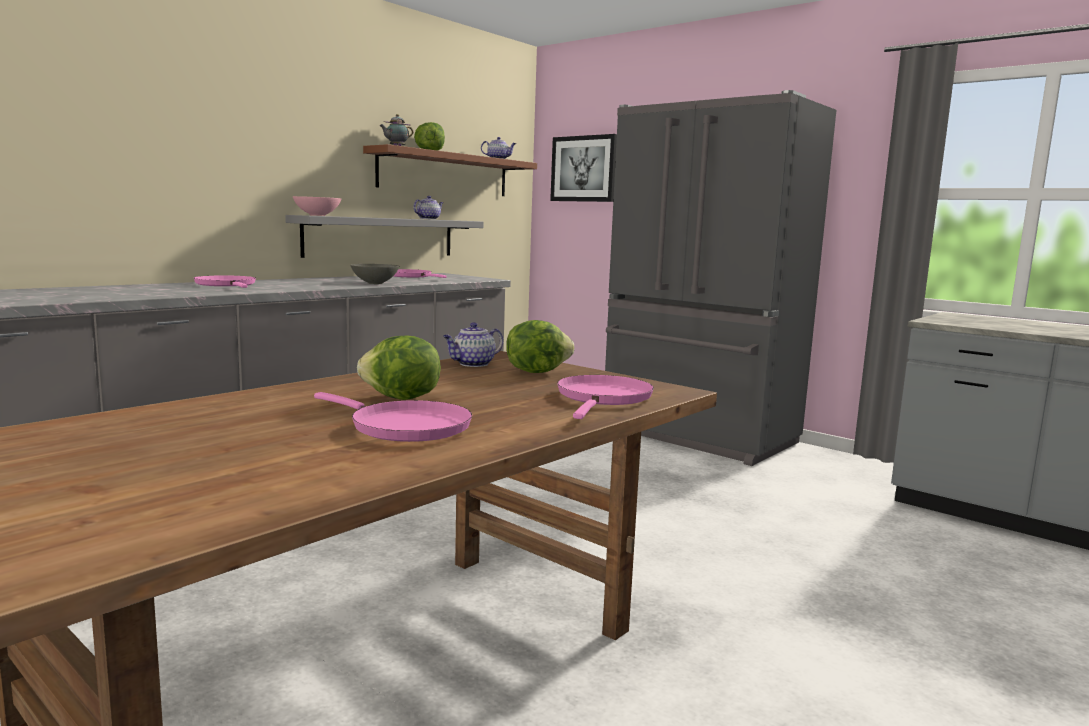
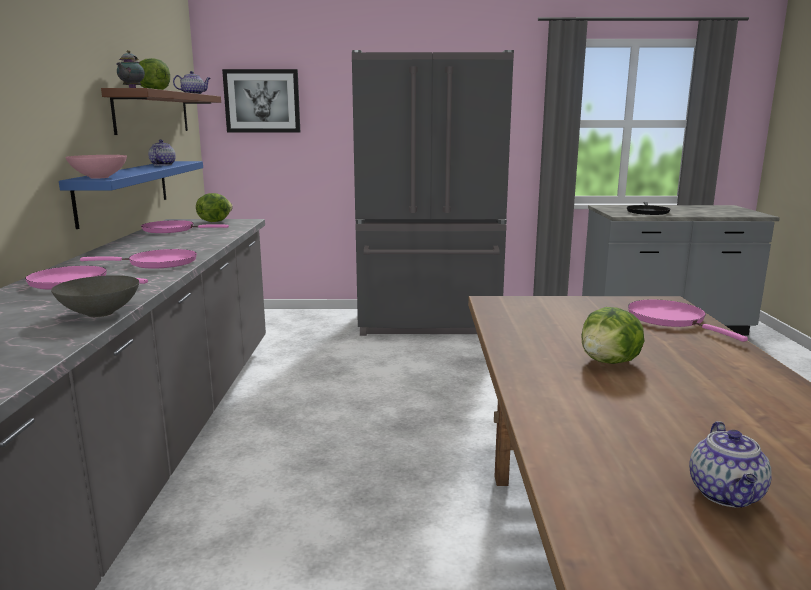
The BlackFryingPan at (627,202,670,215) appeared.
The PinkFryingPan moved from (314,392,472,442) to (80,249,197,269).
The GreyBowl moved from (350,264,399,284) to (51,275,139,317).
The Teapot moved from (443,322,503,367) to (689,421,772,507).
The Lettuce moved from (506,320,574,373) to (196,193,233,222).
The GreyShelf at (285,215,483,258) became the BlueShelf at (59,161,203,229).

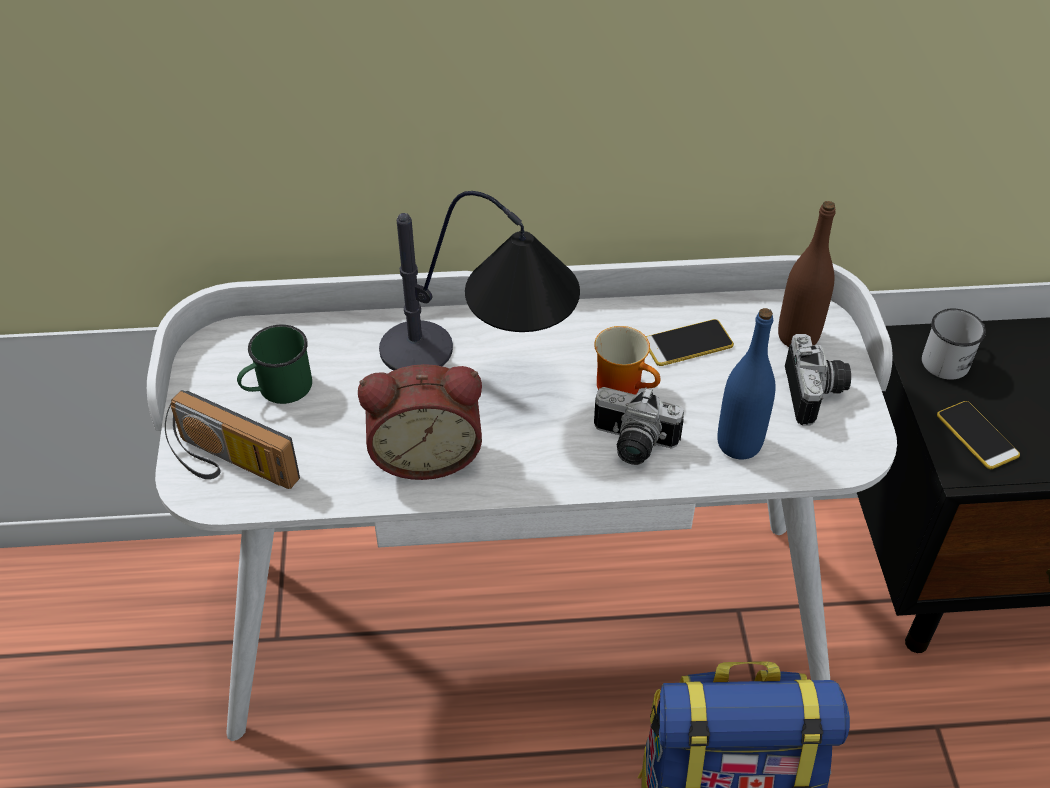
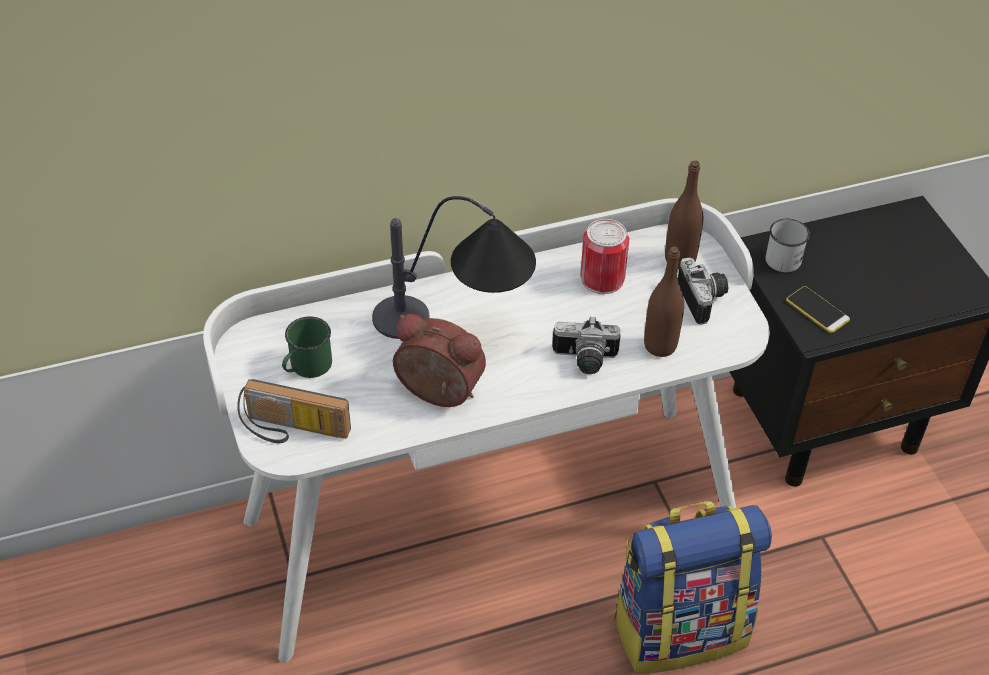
The Mug at (594,326,661,395) disappeared.
The Phone at (646,319,734,366) was replaced by the Can at (580,219,629,294).
The BlueBottle at (717,308,776,459) became the BrownBottle at (644,246,684,357).
The AlarmClock at (358,364,482,480) turned 135 degrees counterclockwise.

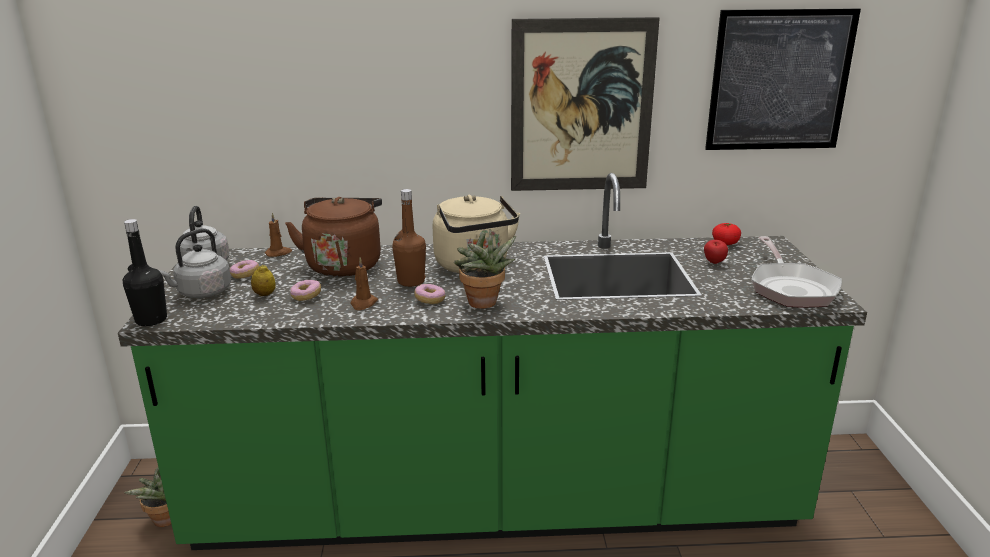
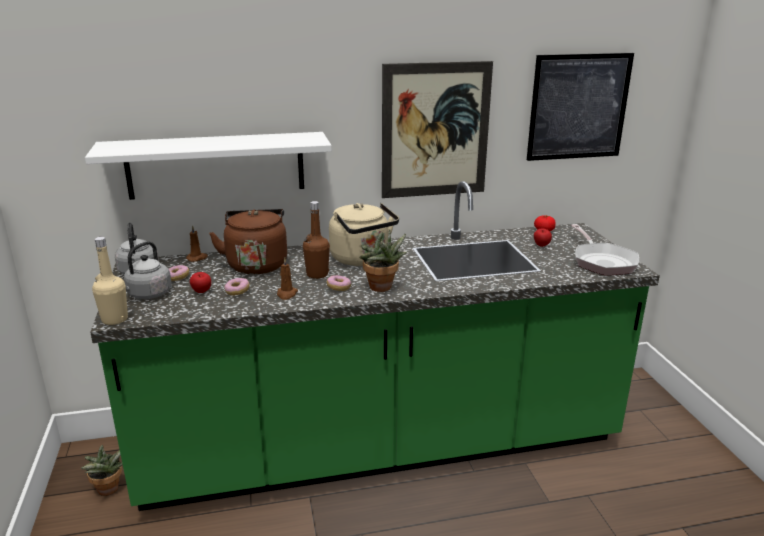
The WhiteShelf at (85,132,332,200) appeared.
The Lemon at (251,265,276,296) was replaced by the Apple at (190,272,211,293).
The BlackBottle at (123,219,167,326) became the BeigeBottle at (92,237,128,325).

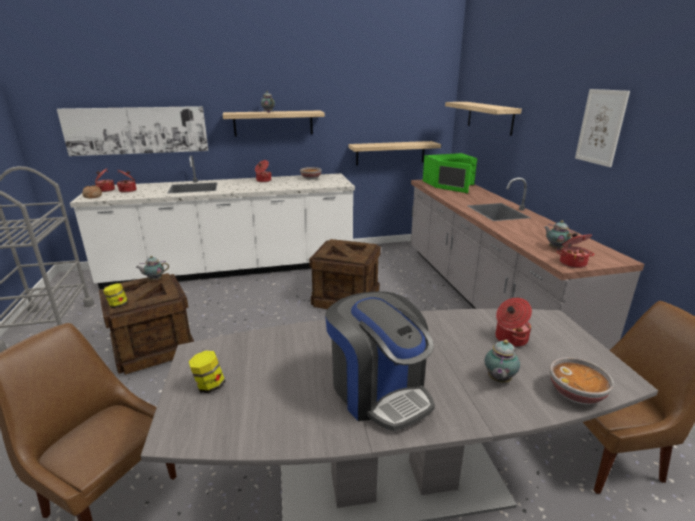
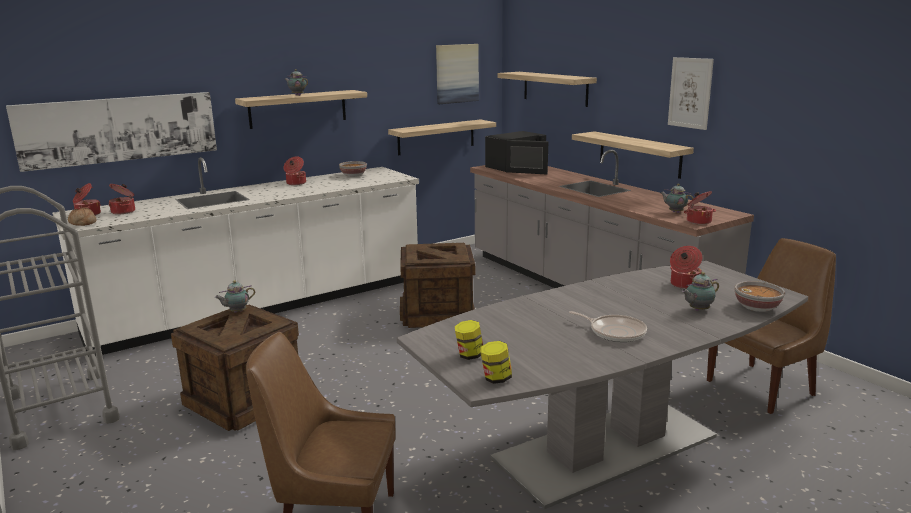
The Picture at (436,44,479,104) appeared.
The Shelf at (572,131,694,179) appeared.
The Jar moved from (103,283,128,308) to (480,341,512,384).
The CoffeeMachine at (325,291,435,431) was replaced by the FryingPan at (569,311,647,342).
The GreenMicrowave at (423,153,477,193) became the BlackMicrowave at (485,131,548,175).
The Teapot at (485,339,520,383) turned 60 degrees clockwise.

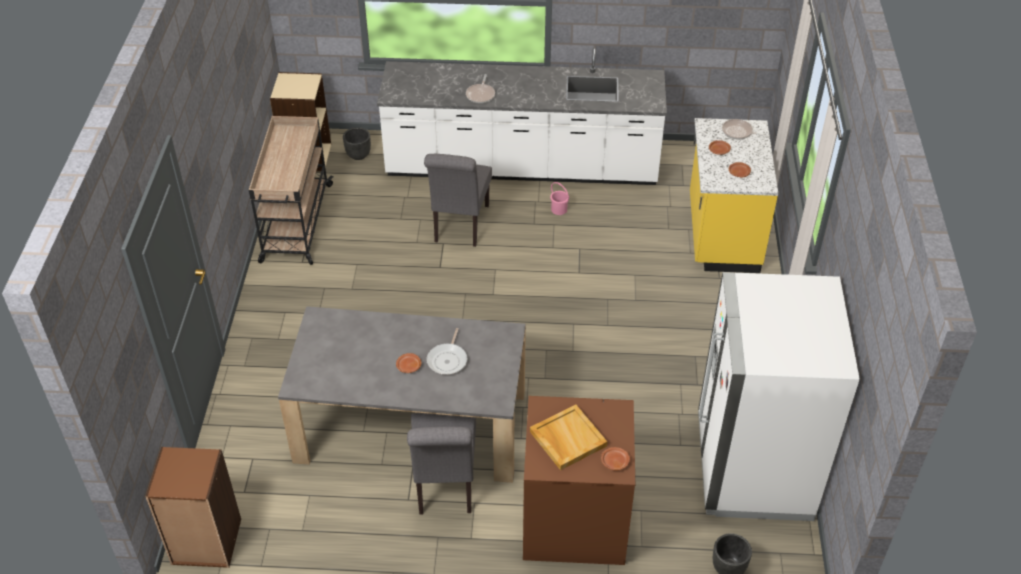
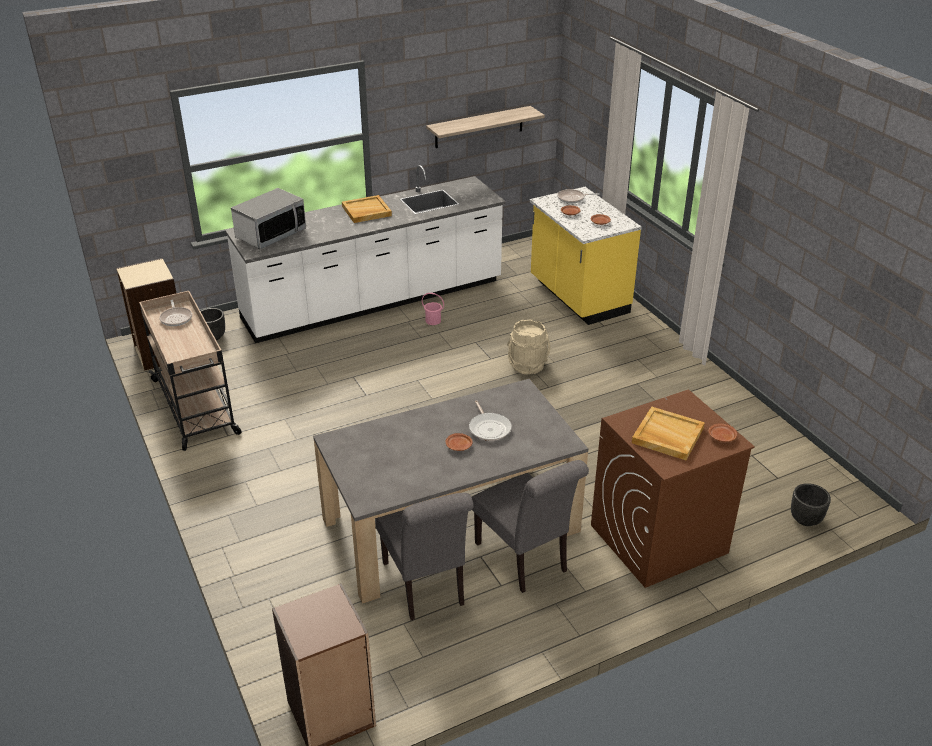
The WhiteFridge at (698,272,860,521) disappeared.
The Microwave at (231,188,306,249) appeared.
The BeigeTray at (342,195,392,223) appeared.
The Shelf at (426,106,545,148) appeared.
The BeigeBucket at (507,319,550,375) appeared.
The GreyChair moved from (424,154,492,247) to (375,493,474,620).
The FryingPan moved from (466,74,495,103) to (160,300,192,326).

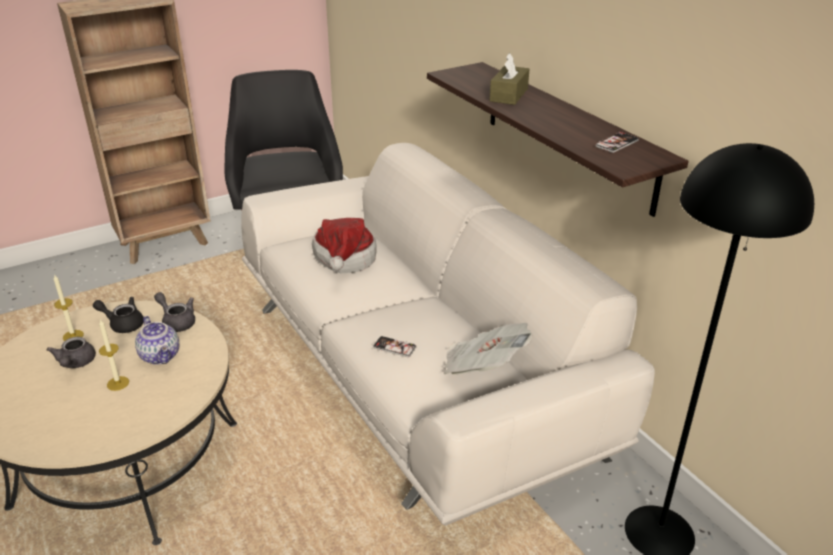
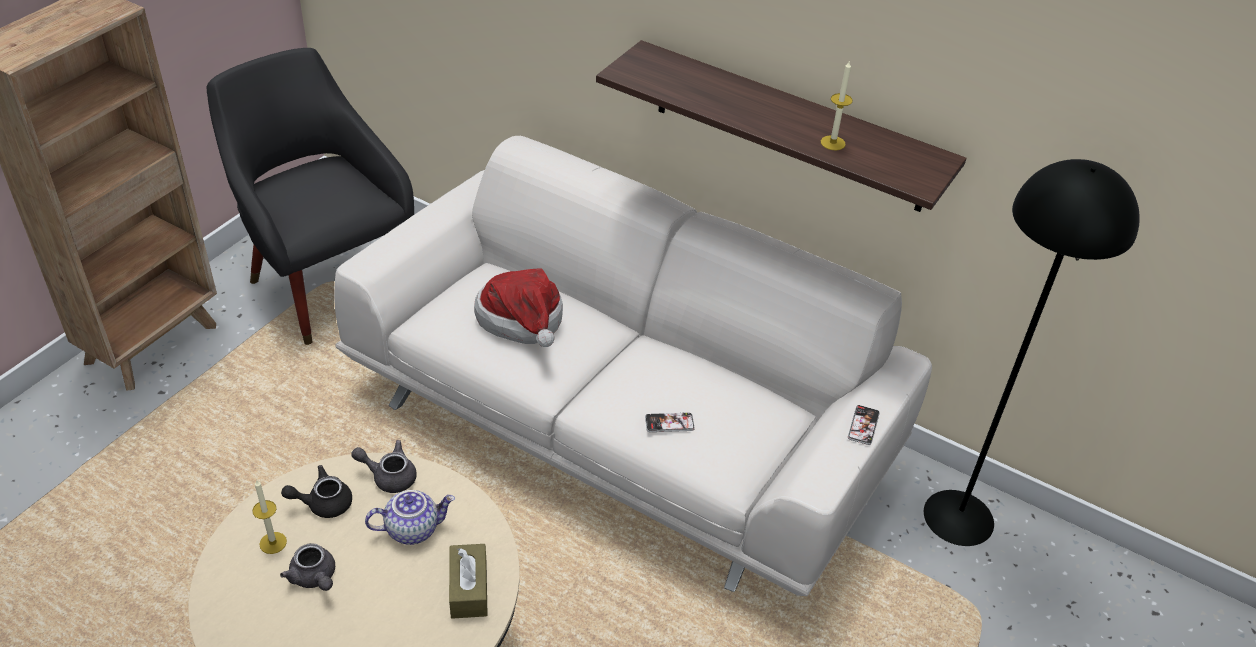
The Newspaper at (443,323,533,375) disappeared.
The Candle moved from (99,319,129,391) to (821,60,853,150).
The BrownTissueBox moved from (490,53,529,105) to (449,544,488,619).
The Phone moved from (595,132,639,153) to (848,405,880,445).
The Teapot at (135,316,179,365) turned 45 degrees counterclockwise.

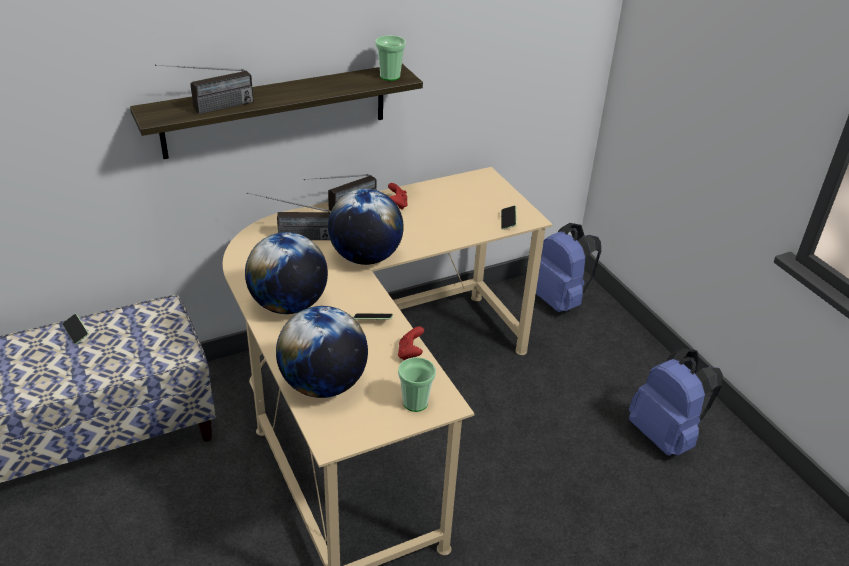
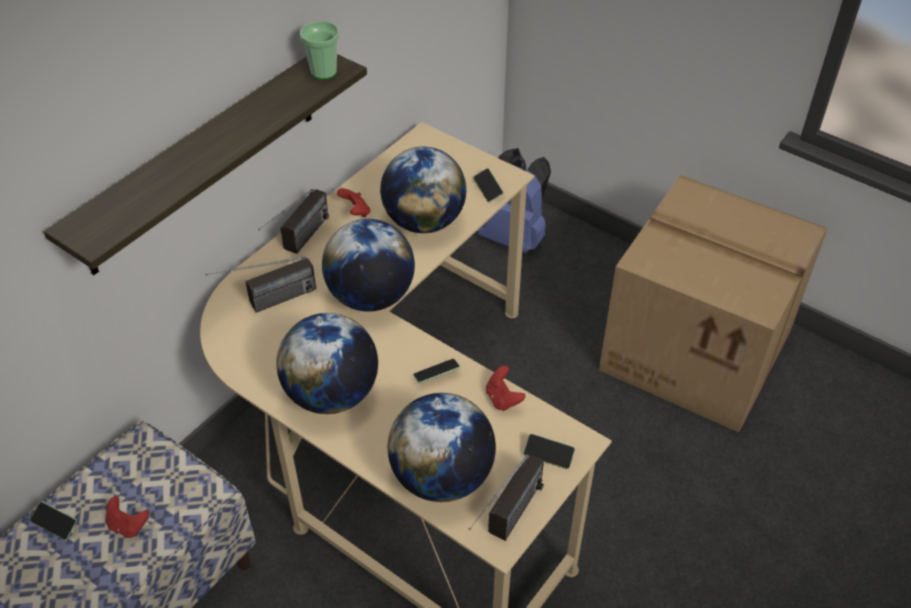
The RedGameController at (106,496,149,538) appeared.
The Globe at (380,147,466,233) appeared.
The Radio moved from (155,64,254,114) to (469,454,544,541).
The Cup at (398,357,436,412) was replaced by the Phone at (523,433,575,469).
The BlueBackpack at (629,348,723,456) was replaced by the CardboardBox at (599,175,828,432).

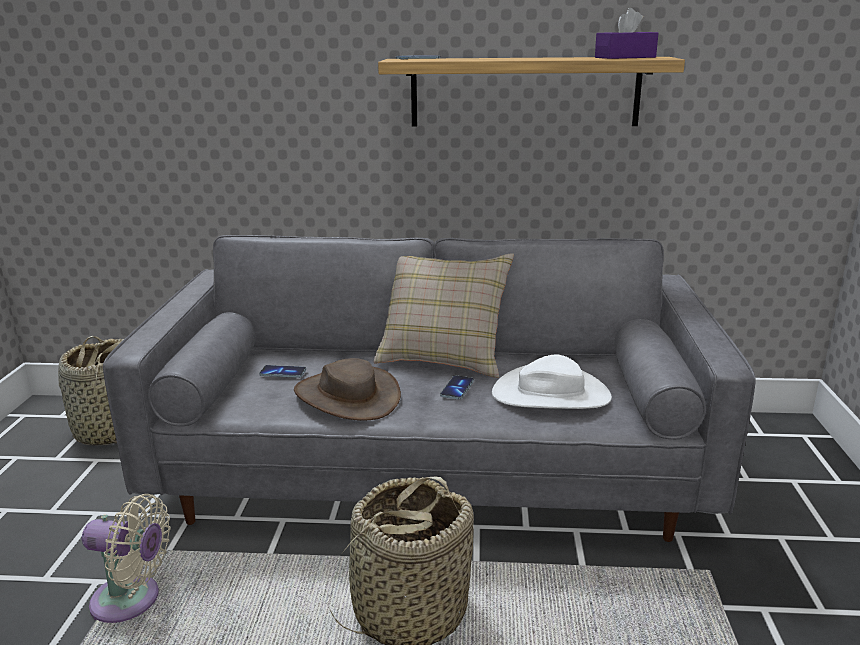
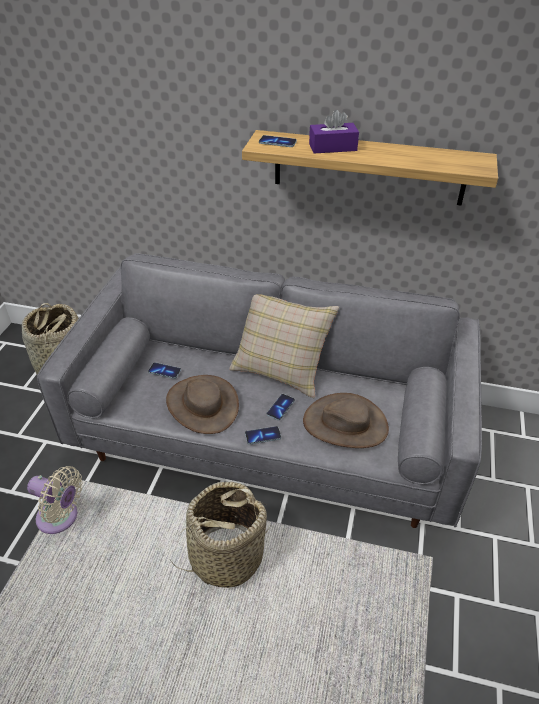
The Phone at (245,426,281,445) appeared.
The PurpleTissueBox moved from (595,8,658,59) to (309,109,359,154).
The WhiteHat at (492,354,612,409) became the BrownHat at (303,393,389,448).

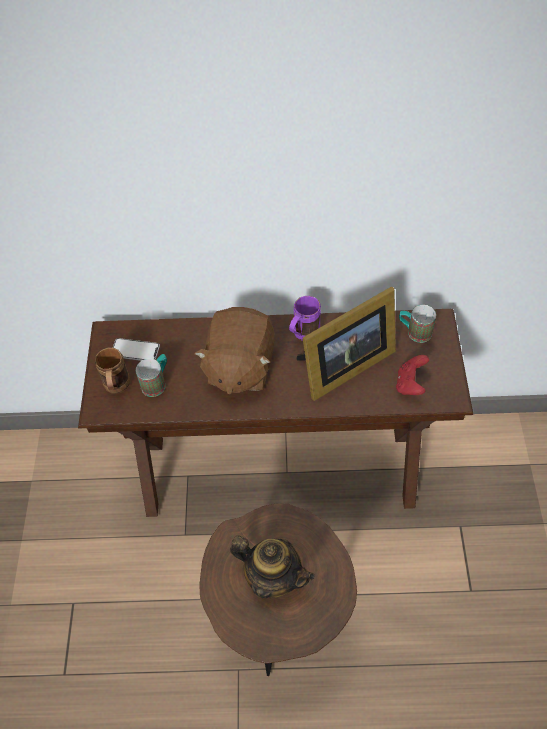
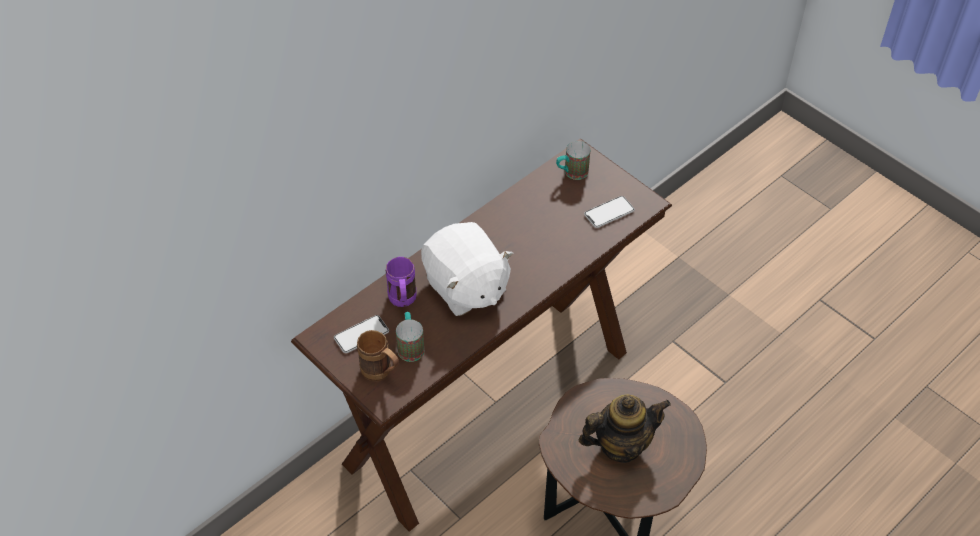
The PictureFrame at (296,286,396,401) disappeared.
The PurpleMug moved from (289,296,321,341) to (386,257,417,307).
The RedGameController at (396,355,429,395) was replaced by the Phone at (584,196,635,228).
The BrownPlushToy at (194,307,275,395) became the WhitePlushToy at (421,222,513,316).

